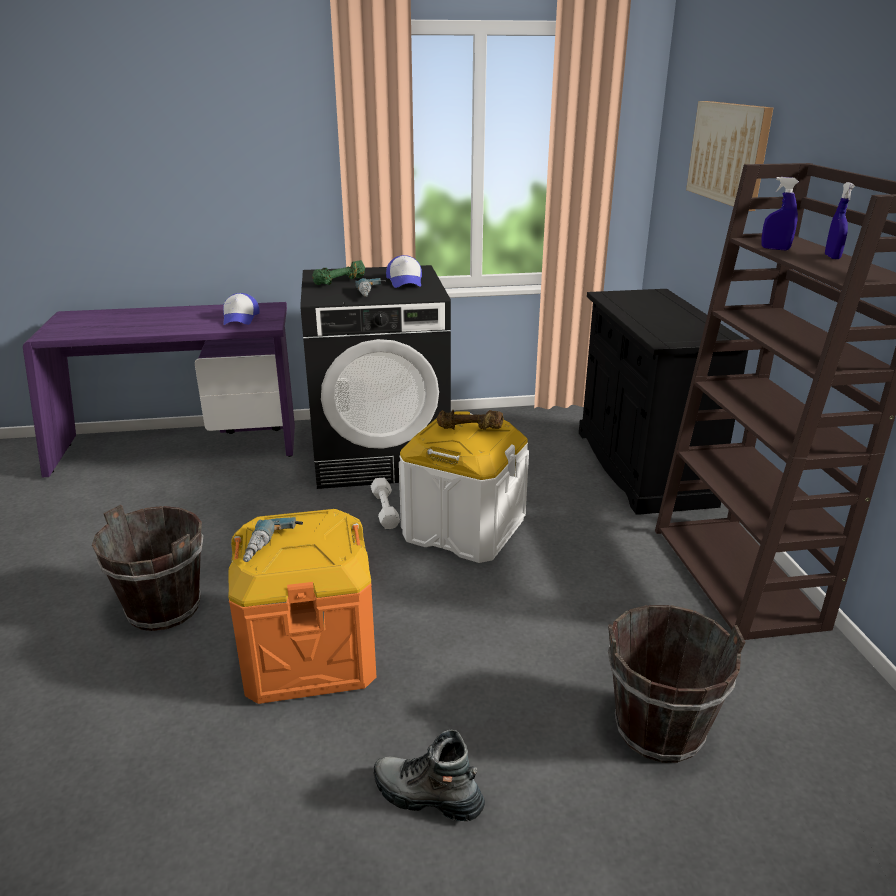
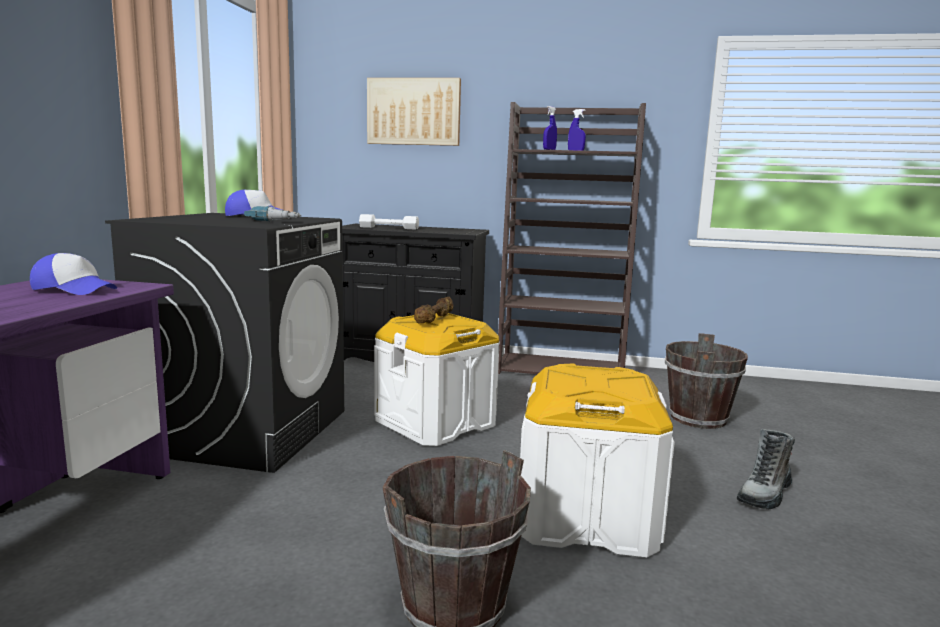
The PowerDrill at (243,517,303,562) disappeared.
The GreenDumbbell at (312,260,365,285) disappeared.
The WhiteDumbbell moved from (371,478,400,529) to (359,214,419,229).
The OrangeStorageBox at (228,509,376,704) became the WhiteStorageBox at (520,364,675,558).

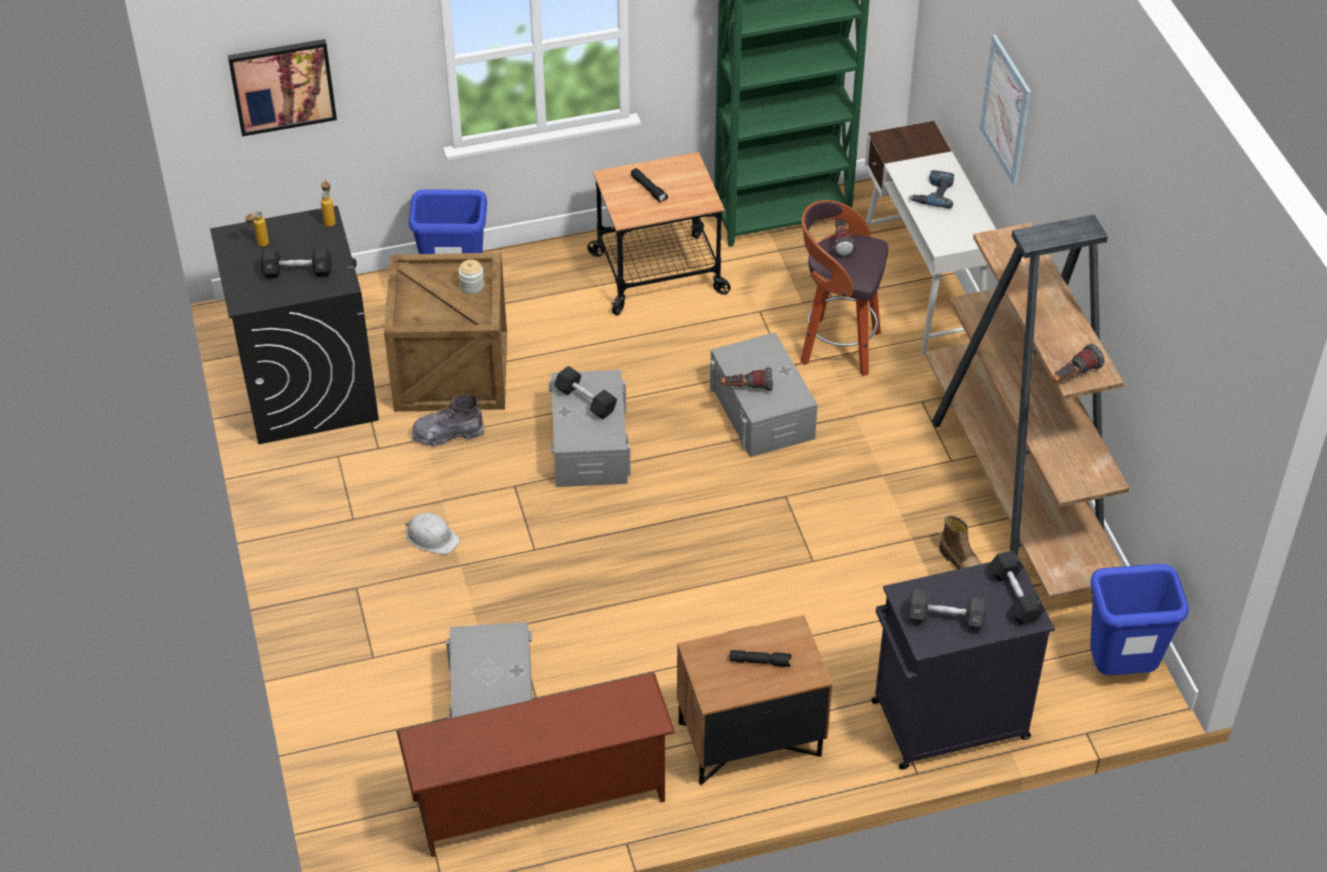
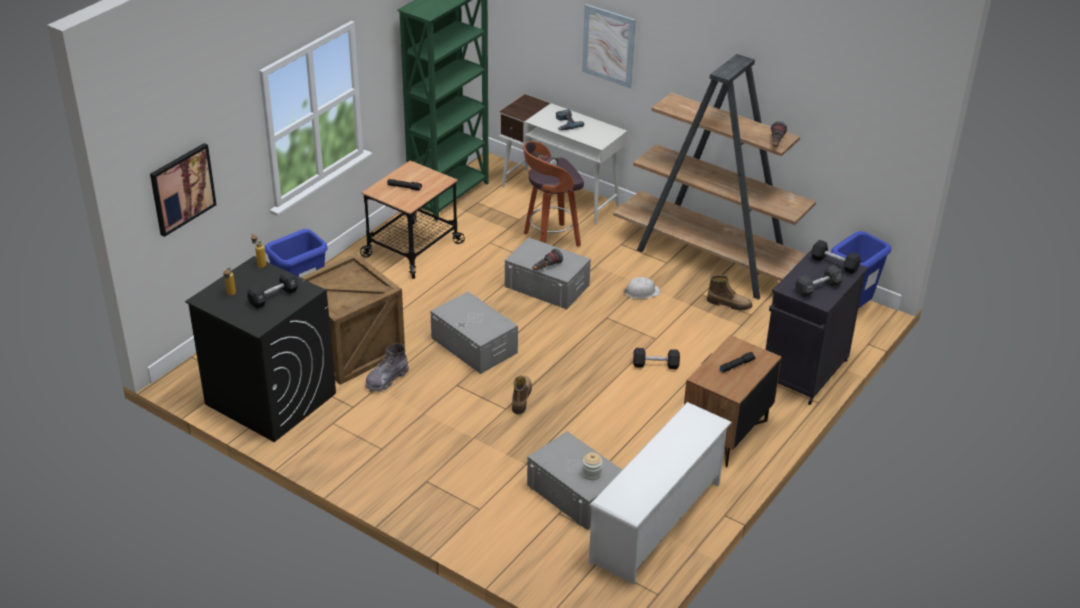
The Boot at (512,376,532,414) appeared.
The WhiteHardHat moved from (405,513,460,555) to (624,277,660,299).
The Jar moved from (459,260,484,294) to (582,453,602,480).
The BlackDumbbell moved from (554,366,617,419) to (633,348,680,369).
The BrownShoeRack at (396,672,675,857) became the WhiteShoeRack at (589,402,732,584).

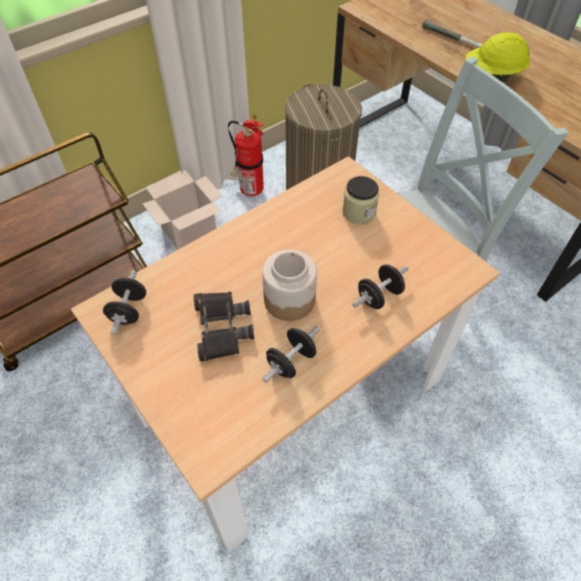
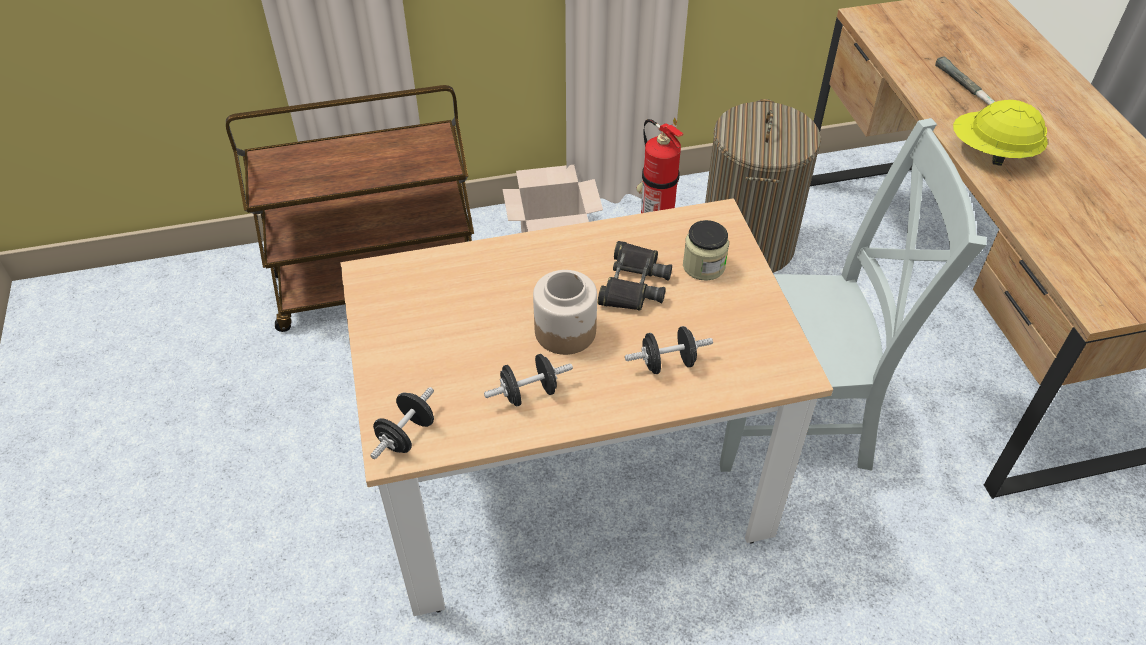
The BlackDumbbell moved from (103,270,146,334) to (370,387,434,459).
The BlackBinoculars moved from (193,292,254,361) to (598,241,672,310).

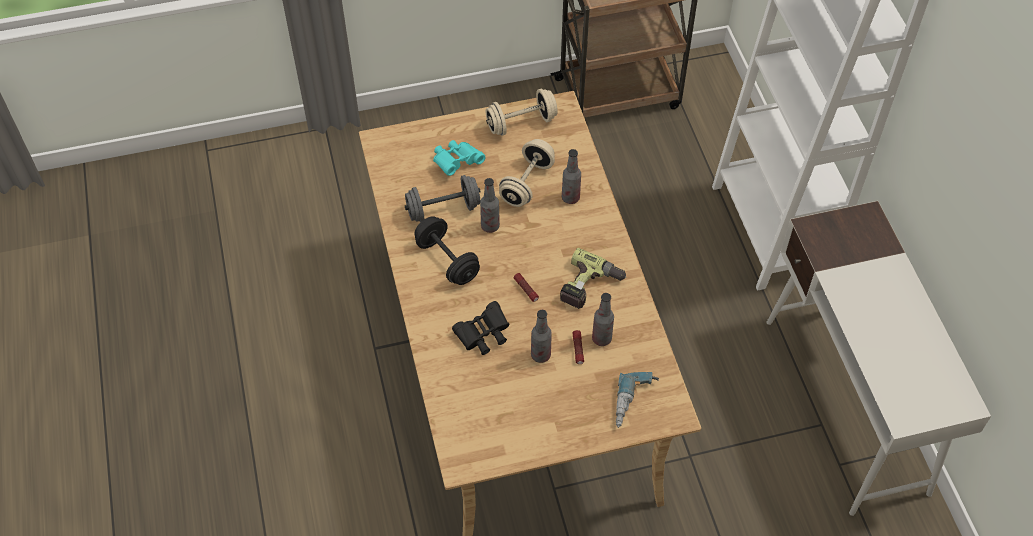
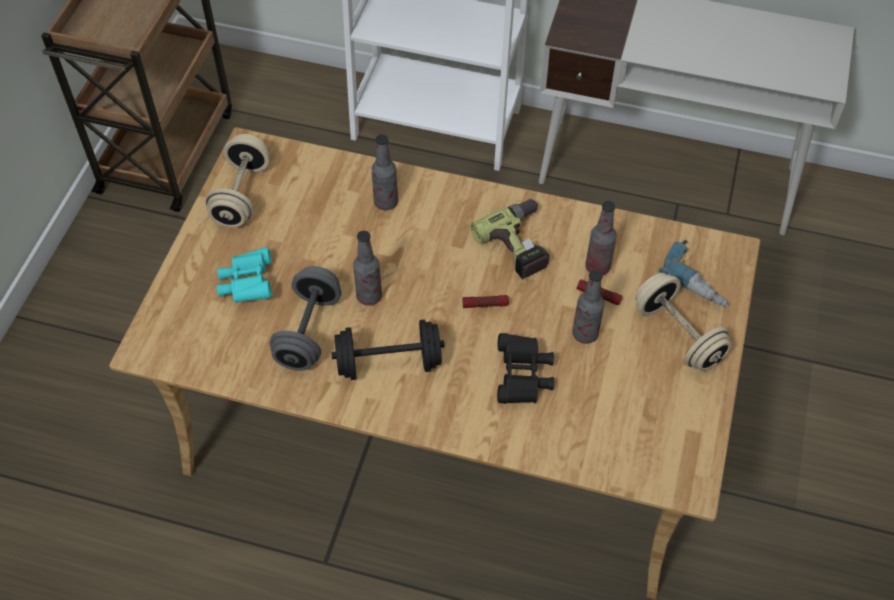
The BeigeDumbbell moved from (499,139,555,207) to (635,273,732,371).

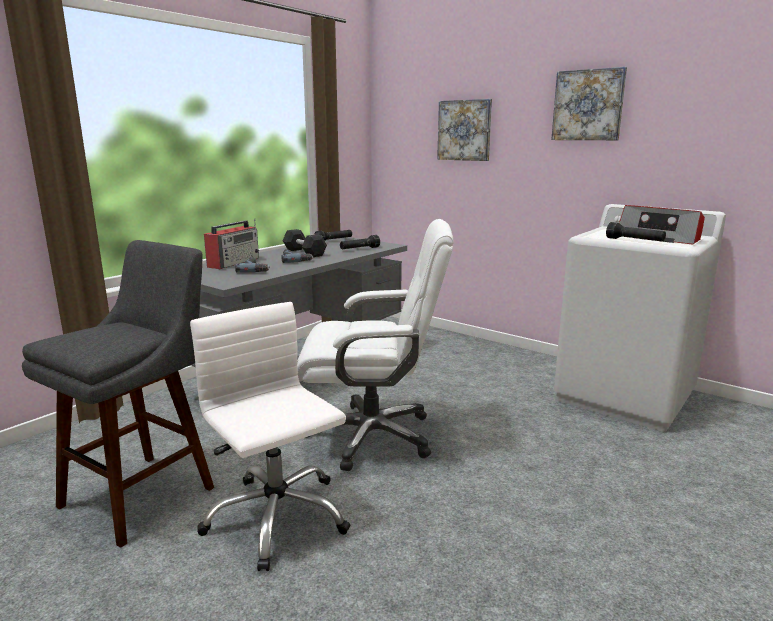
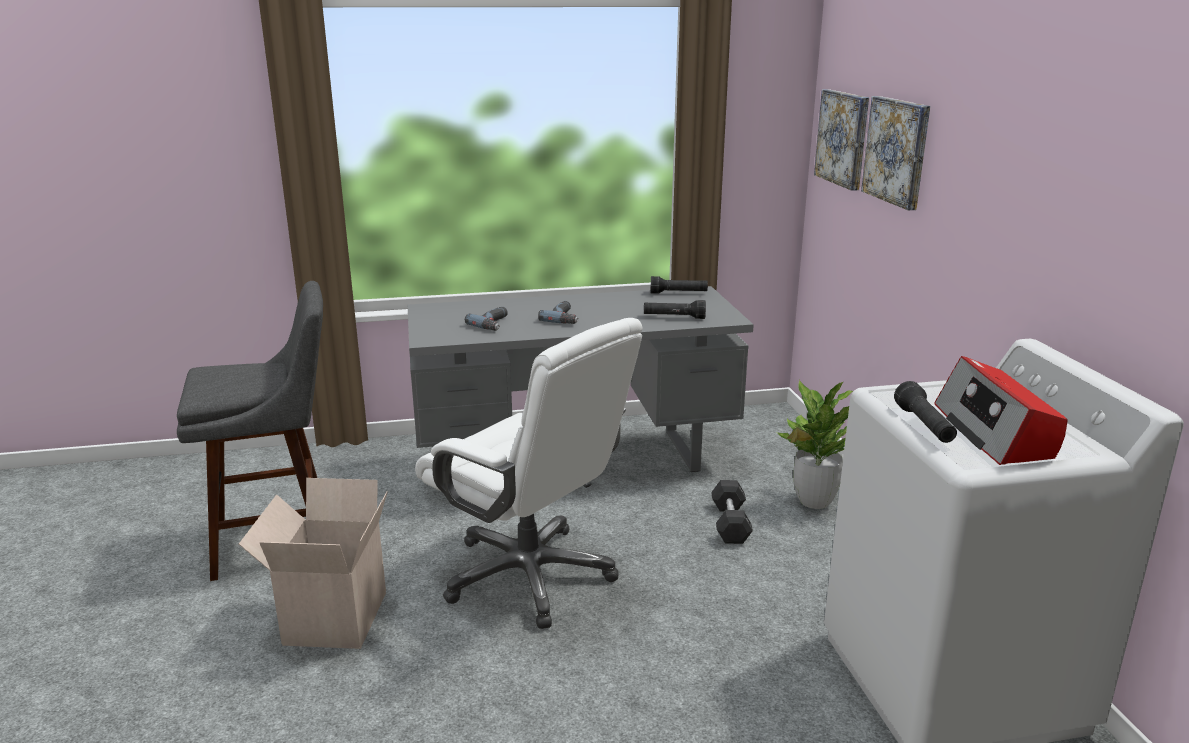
The Radio at (204,218,260,269) disappeared.
The PottedPlant at (777,380,853,509) appeared.
The BlackDumbbell moved from (282,229,327,257) to (711,480,753,544).
The Picture moved from (551,67,627,140) to (814,89,869,191).
The WhiteOfficeChair at (190,302,351,571) was replaced by the CardboardBox at (239,478,388,649).

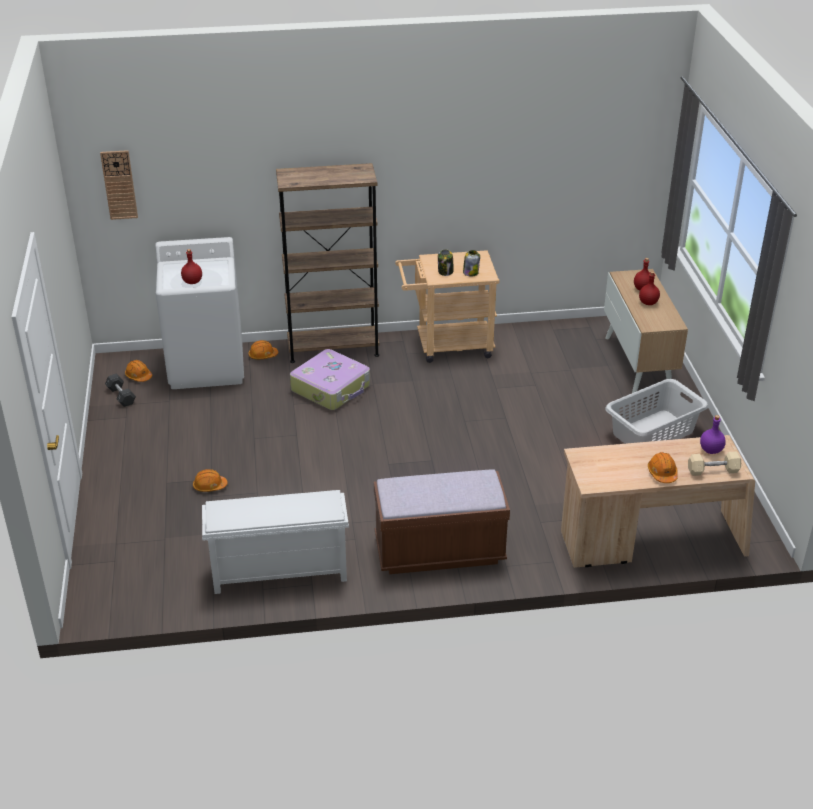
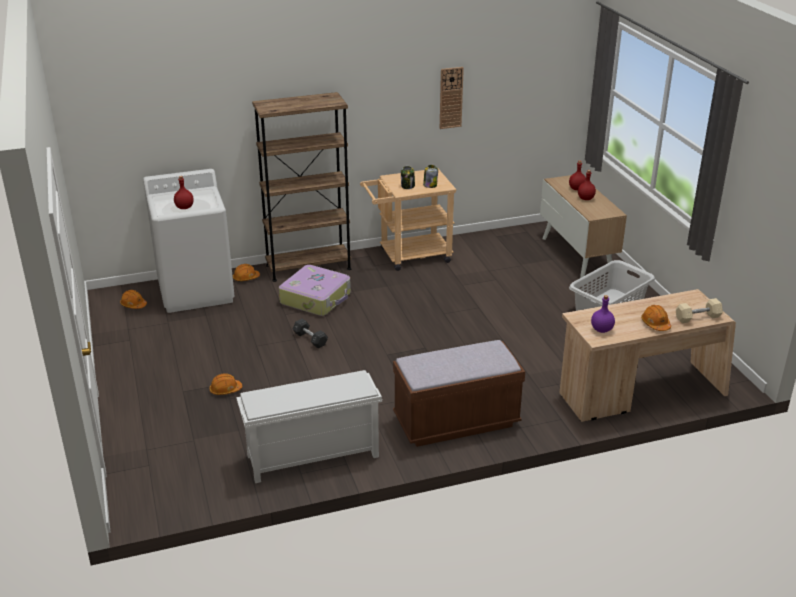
The WallClock moved from (100,150,138,220) to (440,67,464,129).
The GreyDumbbell moved from (105,374,136,407) to (293,319,328,348).
The PurpleBottle moved from (700,415,726,454) to (591,295,615,333).

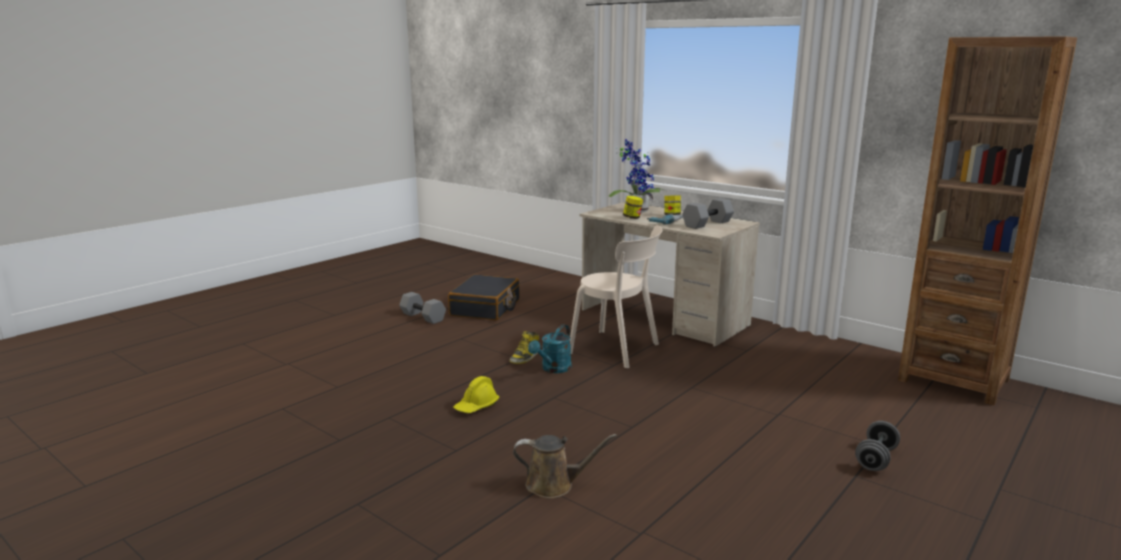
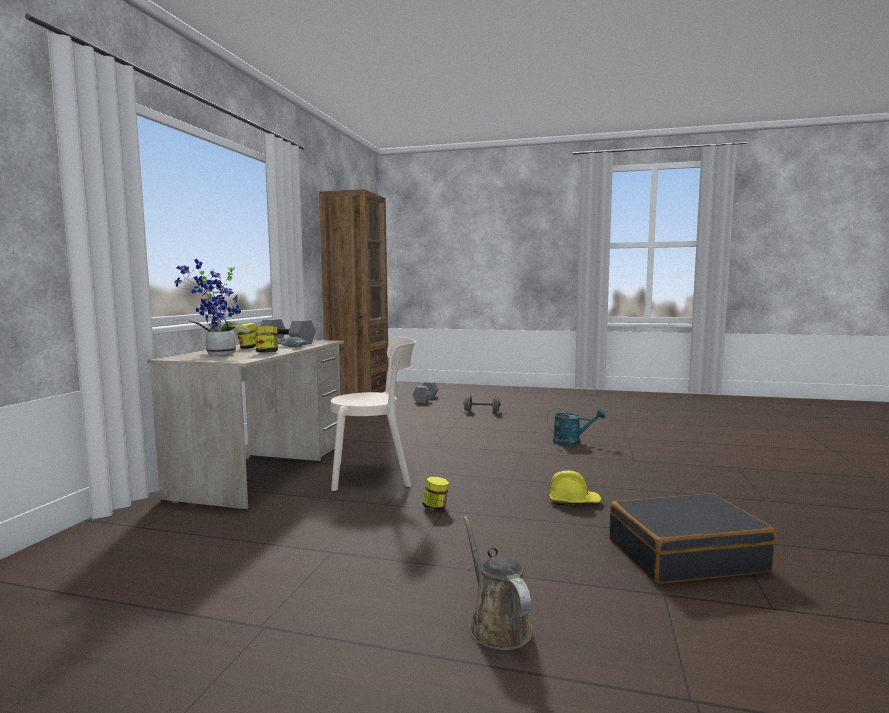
The GreyDumbbell moved from (399,292,446,324) to (413,381,438,403).
The BlackSuitcase moved from (448,274,520,320) to (609,493,776,584).
The BrownWateringCan moved from (513,434,617,498) to (463,516,533,650).
The TurquoiseWateringCan moved from (528,325,572,373) to (547,408,606,446).
The Boot at (510,331,539,364) was replaced by the Jar at (422,477,449,510).
The BeigeChair at (570,225,662,368) turned 75 degrees clockwise.

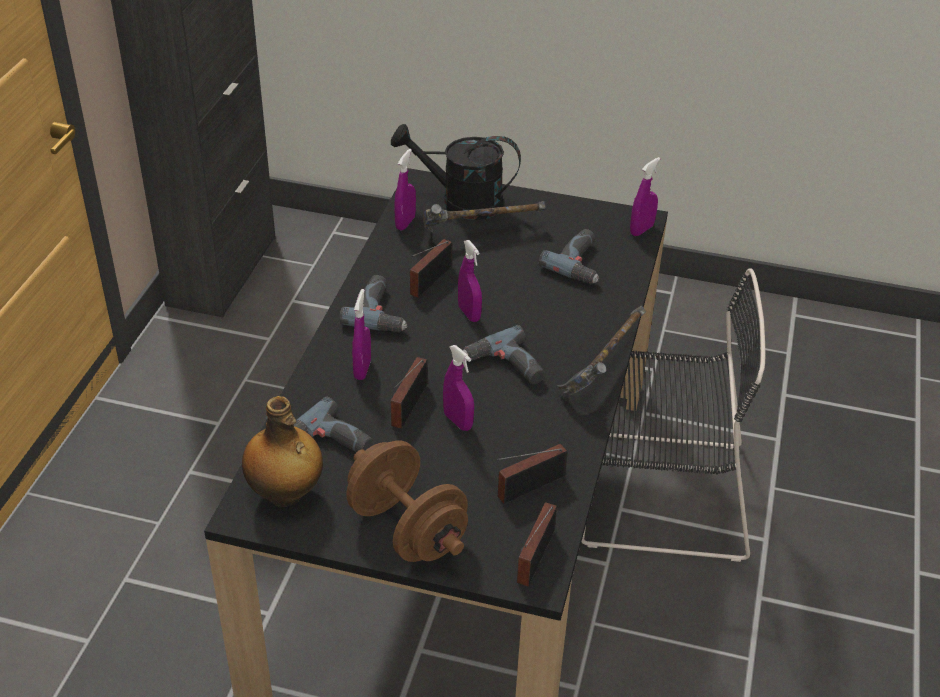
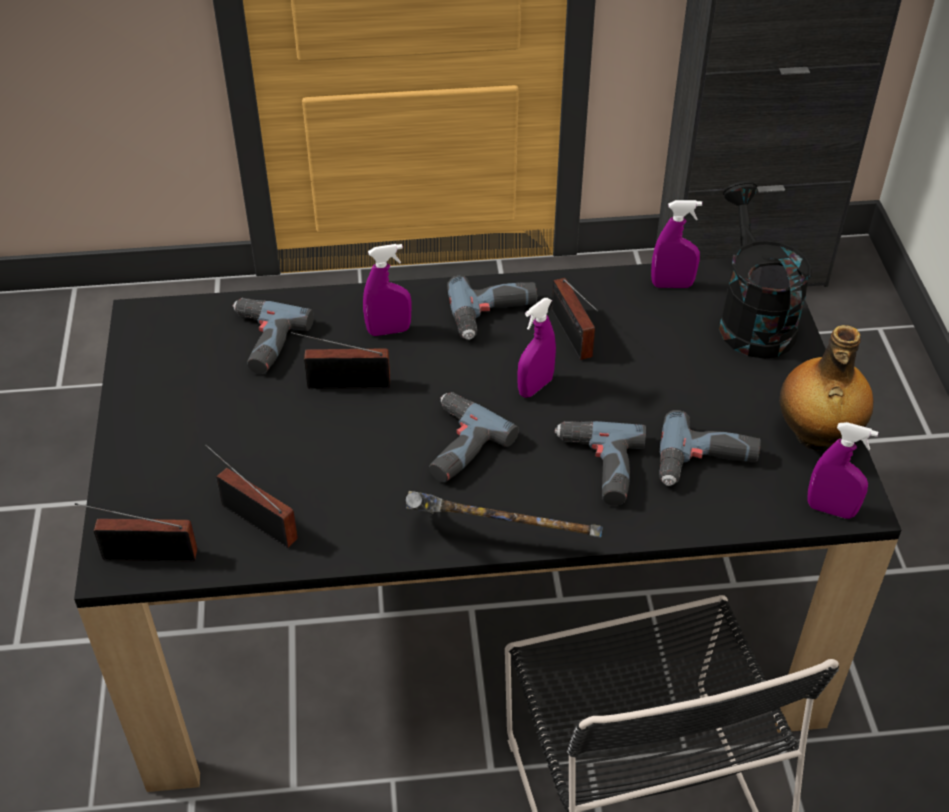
The BrownDumbbell at (346,441,468,562) disappeared.
The Hammer at (423,201,546,232) disappeared.
The PurpleSprayBottle at (443,345,474,431) disappeared.
The PowerDrill at (555,421,646,506) appeared.
The Bottle moved from (242,396,323,507) to (780,325,873,451).
The Radio at (410,239,453,298) turned 120 degrees counterclockwise.

